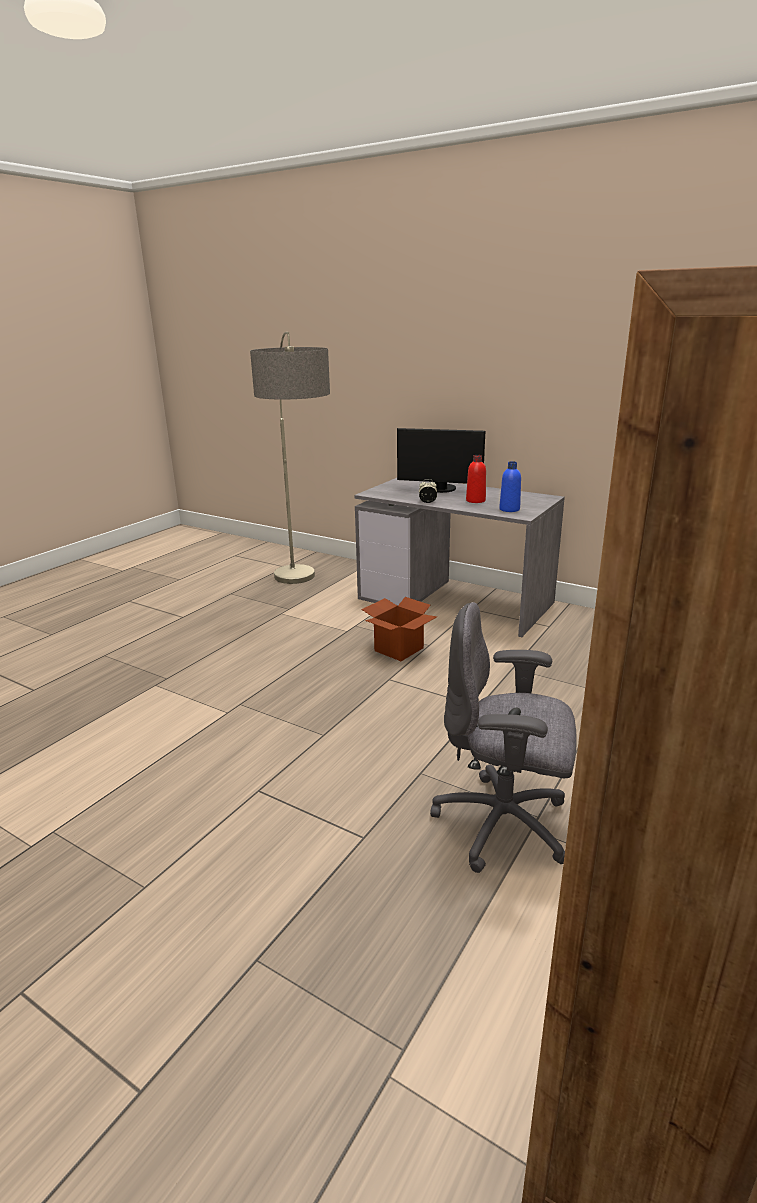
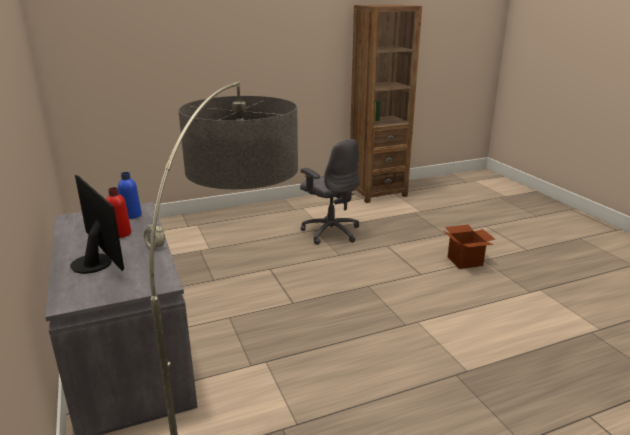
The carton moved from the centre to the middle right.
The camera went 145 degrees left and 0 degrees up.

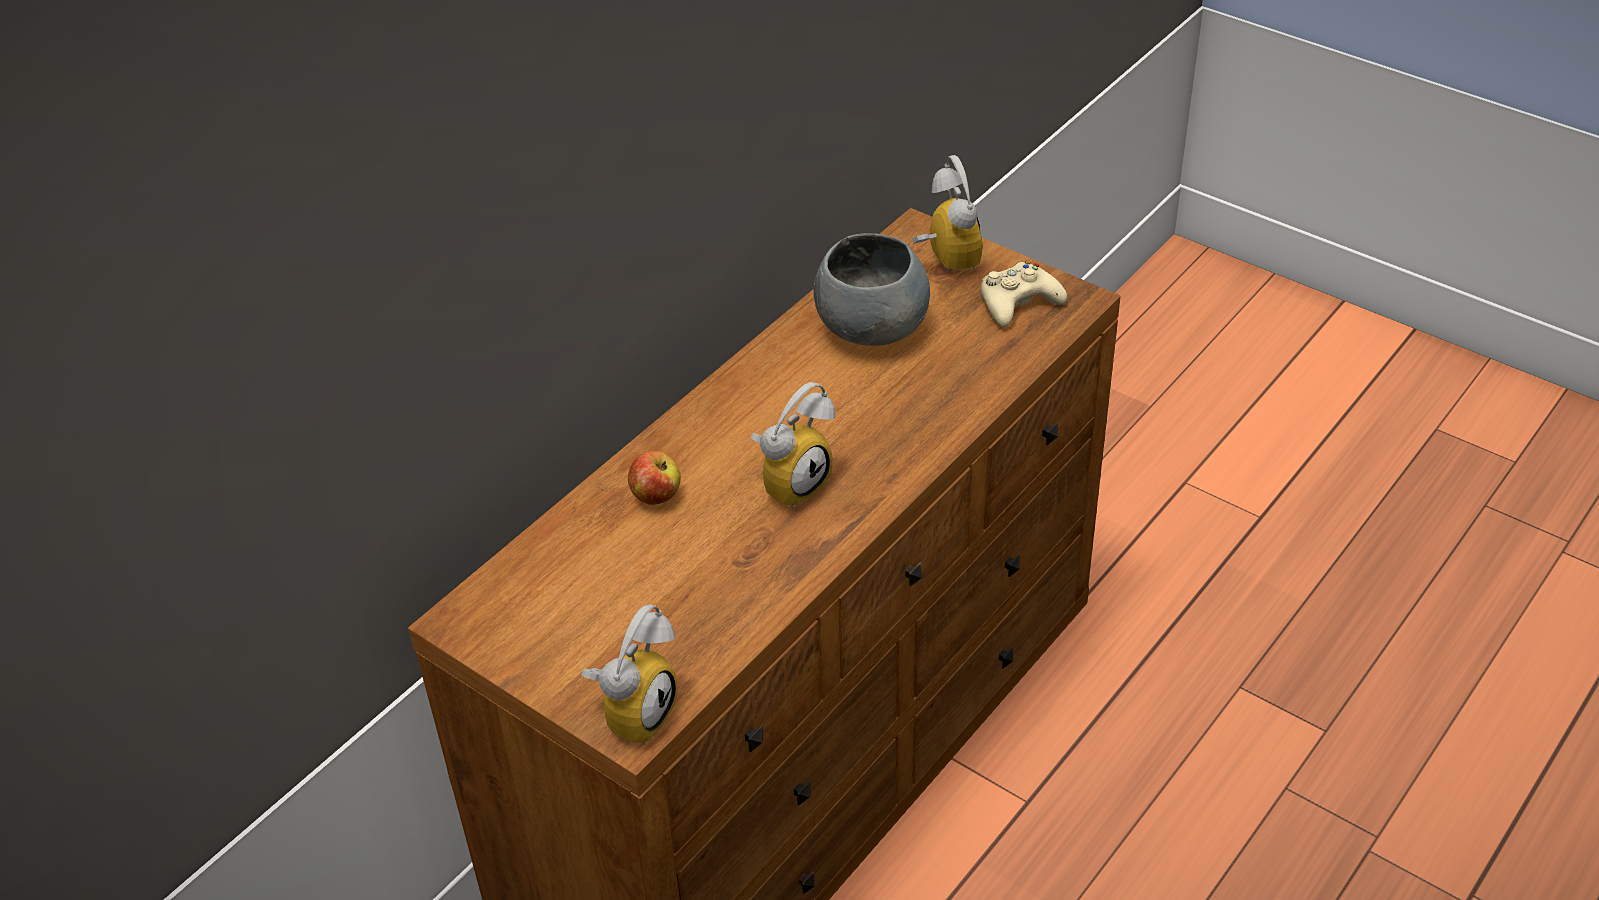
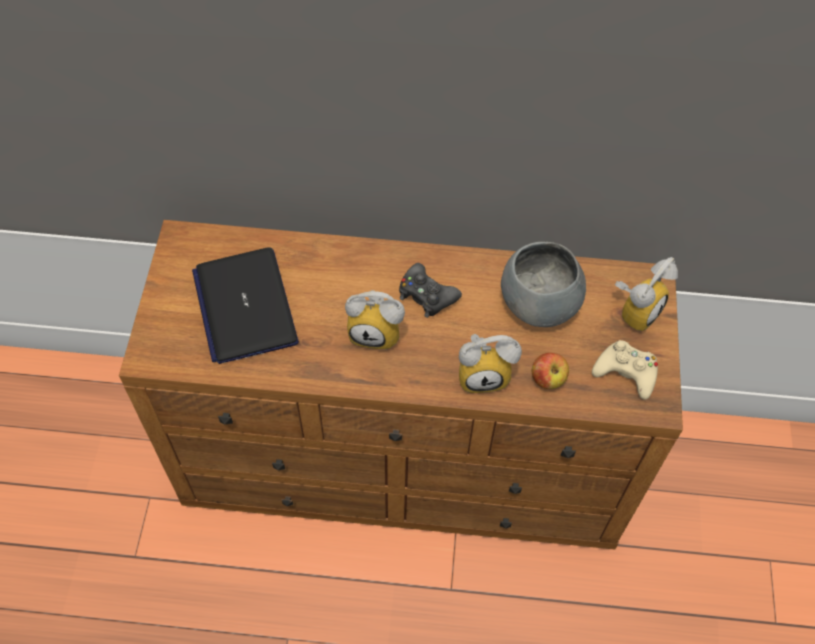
The pomme moved from the centre to the middle right.
The réveil (no. 1 from left in the first image) moved from the bottom centre to the centre.
The ordinateur portable at the middle left appeared.
The manette/noir at the centre appeared.
The camera went 55 degrees right and 15 degrees up.

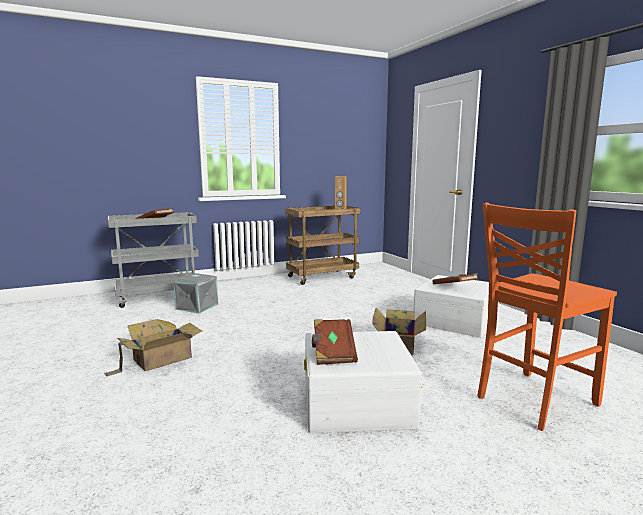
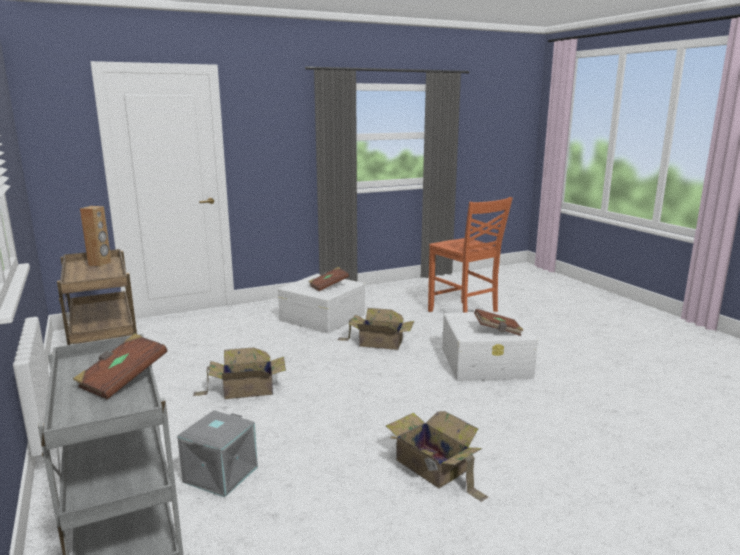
The carton (no. 1 from left) at the bottom left appeared.
The camera went 90 degrees left and 5 degrees up.

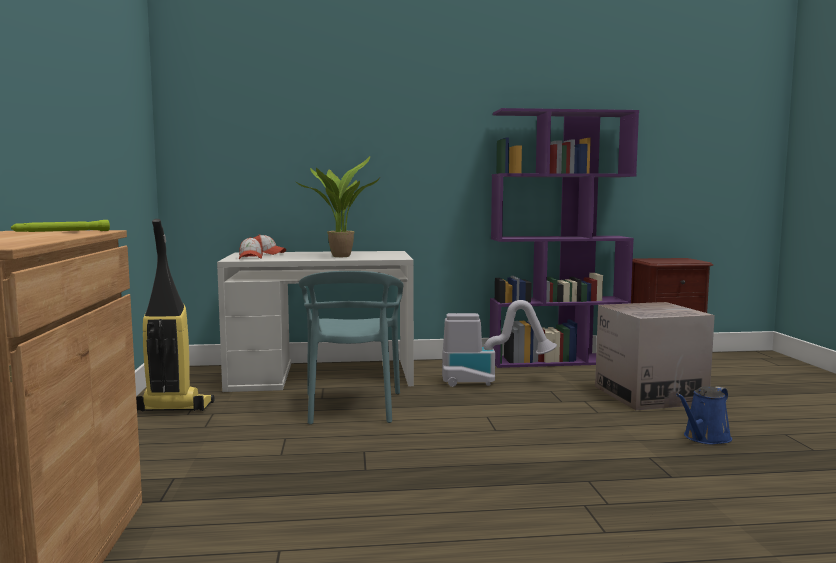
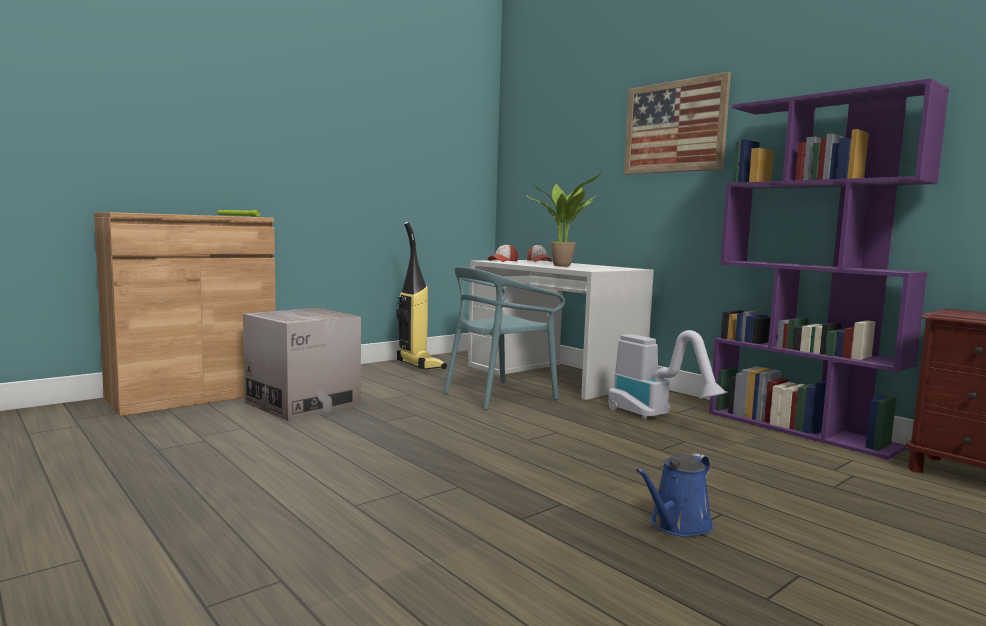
The carton moved from the middle right to the middle left.
The arrosoir/bleu at the bottom right turned 60 degrees counterclockwise.
The tableau at the top right appeared.
The camera went 55 degrees right and 0 degrees up.

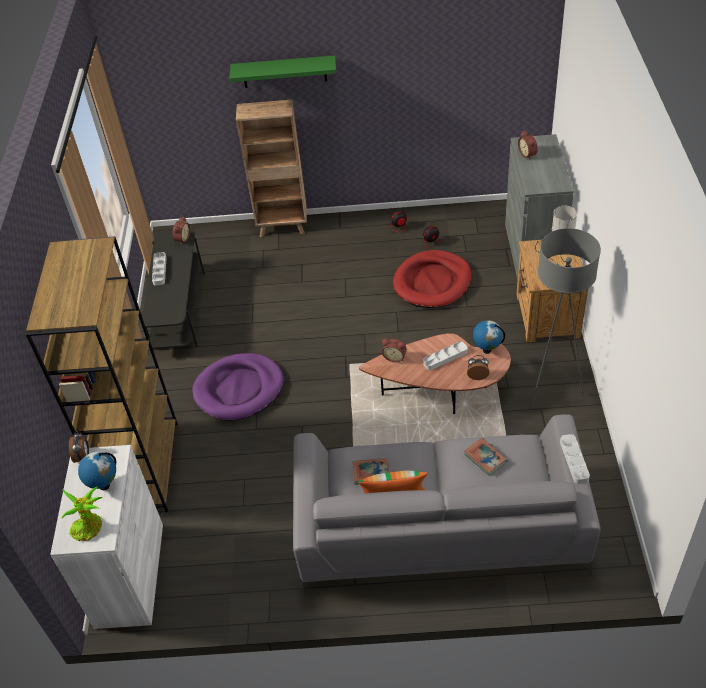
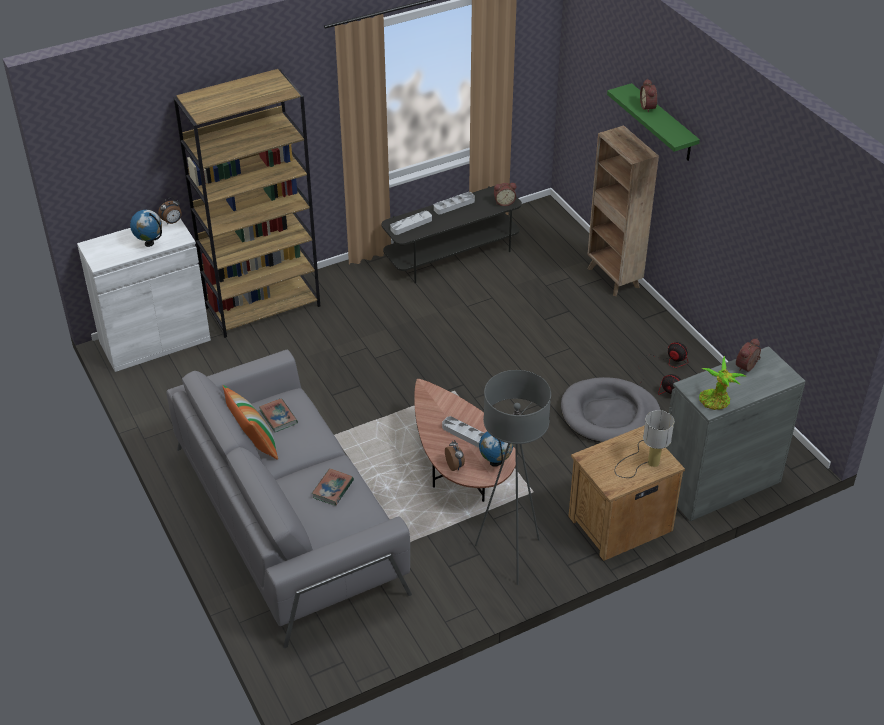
The panier pour chien/rouge at the centre became the panier pour chien/gris at the middle right.
The réveil (no. 3 from left in the first image) moved from the centre to the top right.
The panier pour chien/violet at the centre disappeared.
The plateau/gris (no. 3 from left in the first image) moved from the bottom right to the top centre.
The plante en pot moved from the bottom left to the middle right.
The camera went 60 degrees right and 5 degrees down.

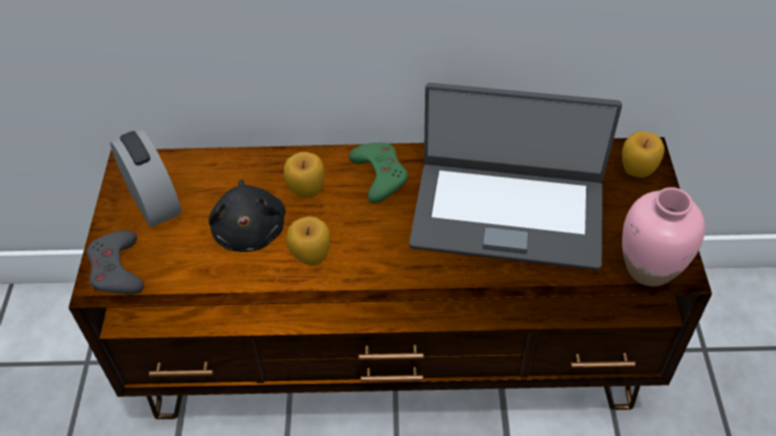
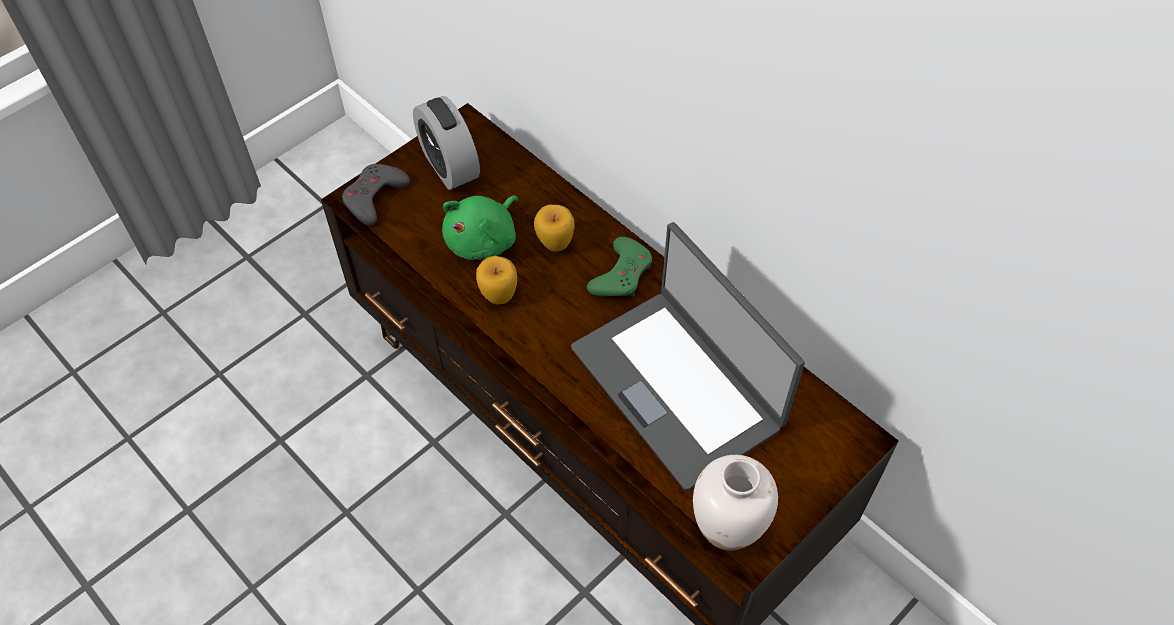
The réveil at the middle left turned 135 degrees clockwise.
The pomme (no. 3 from left) at the middle right disappeared.
The peluche/noir at the middle left became the peluche/vert at the centre.
The vase/rose at the middle right became the vase/blanc at the bottom centre.
The camera went 45 degrees right and 5 degrees up.

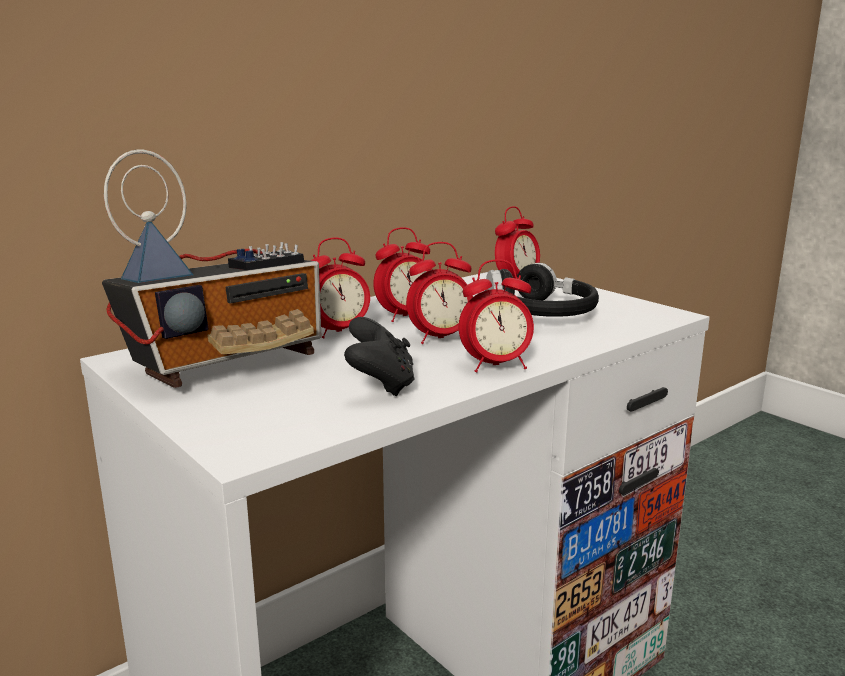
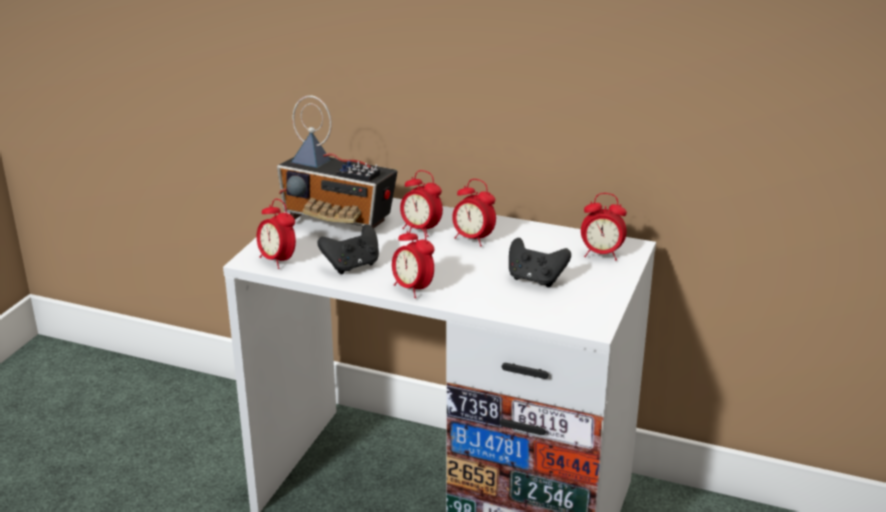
The réveil (no. 3 from left in the first image) moved from the centre to the middle left.
The casque audio/noir at the centre was replaced by the manette/noir (no. 2 from left) at the centre.
The camera went 60 degrees right and 10 degrees up.

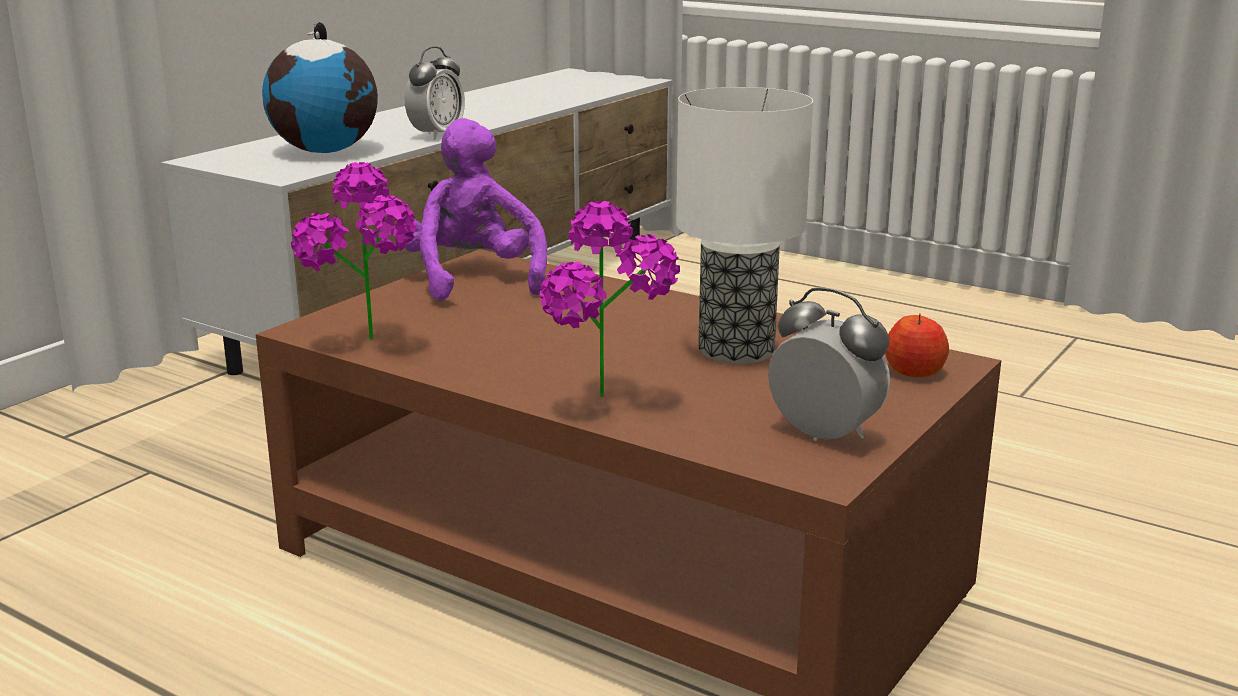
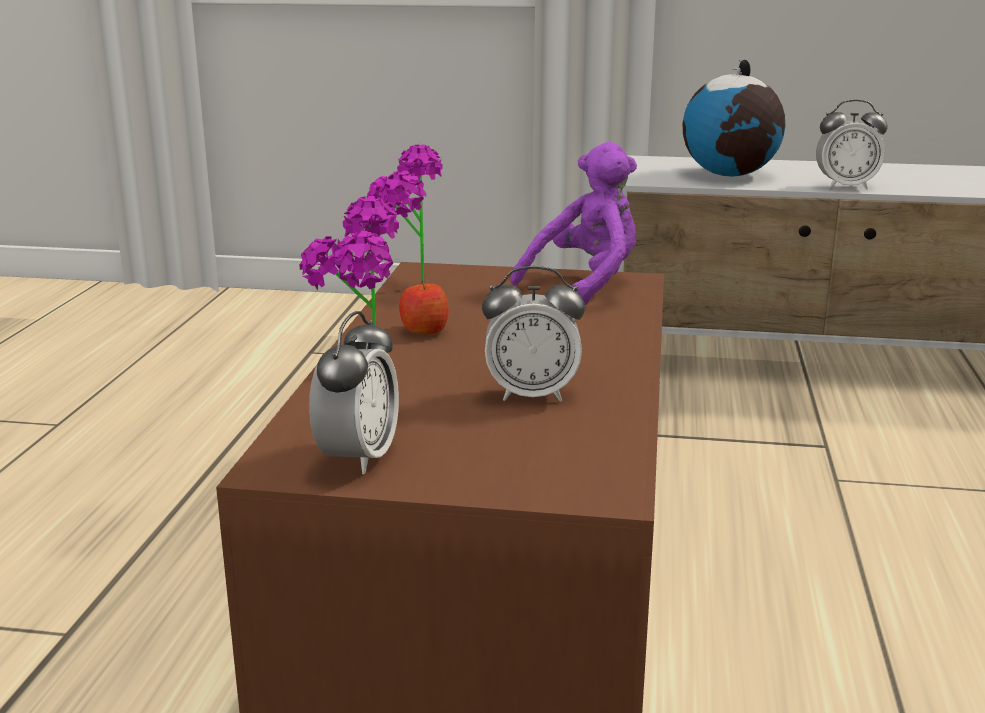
The lampe de table at the top centre was replaced by the réveil (no. 2 from left) at the centre.
The pomme moved from the middle right to the centre.
The camera went 65 degrees right and 0 degrees up.

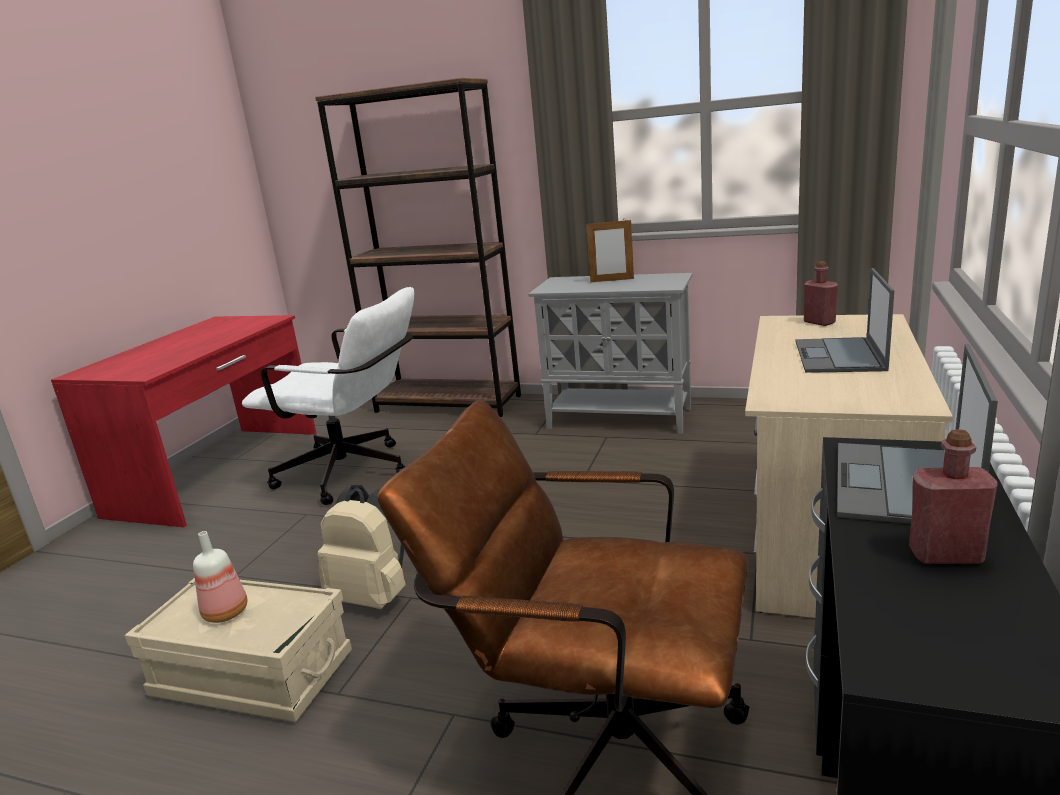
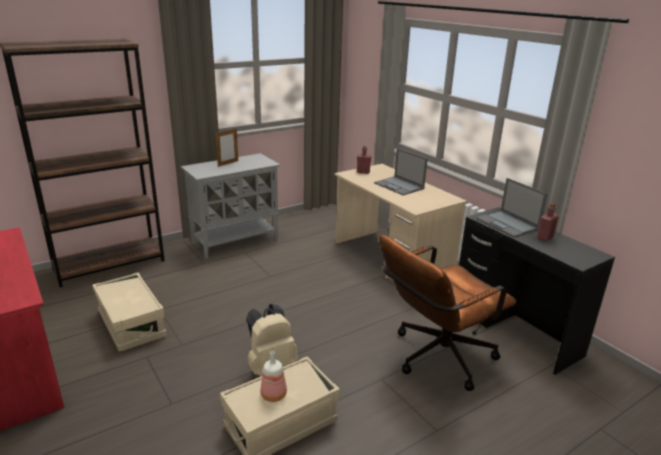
The chaise de bureau/blanc at the middle left was replaced by the boîte de rangement/beige (no. 1 from left) at the bottom left.
The camera went 55 degrees left and 5 degrees up.

